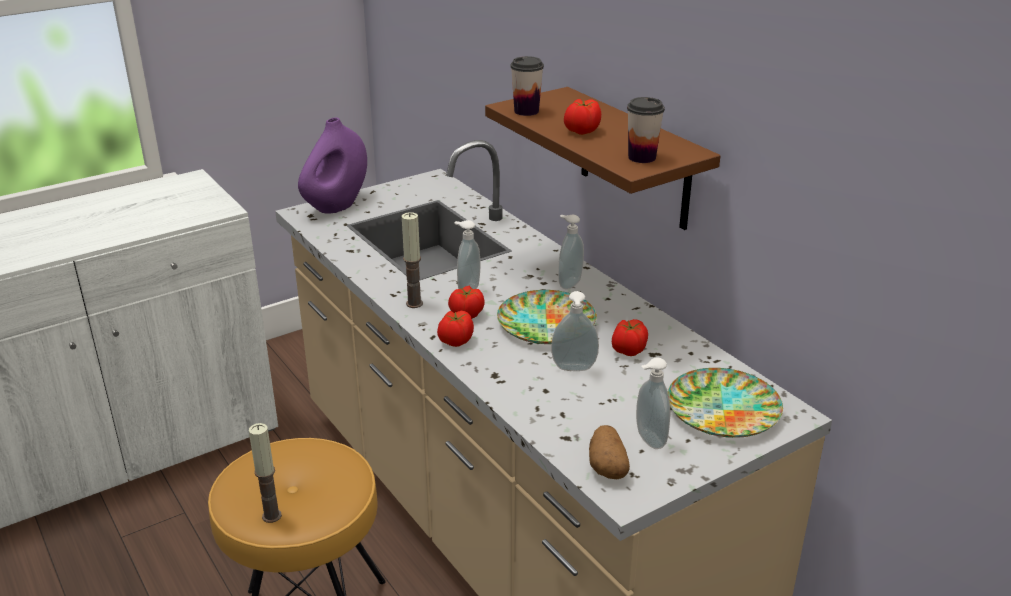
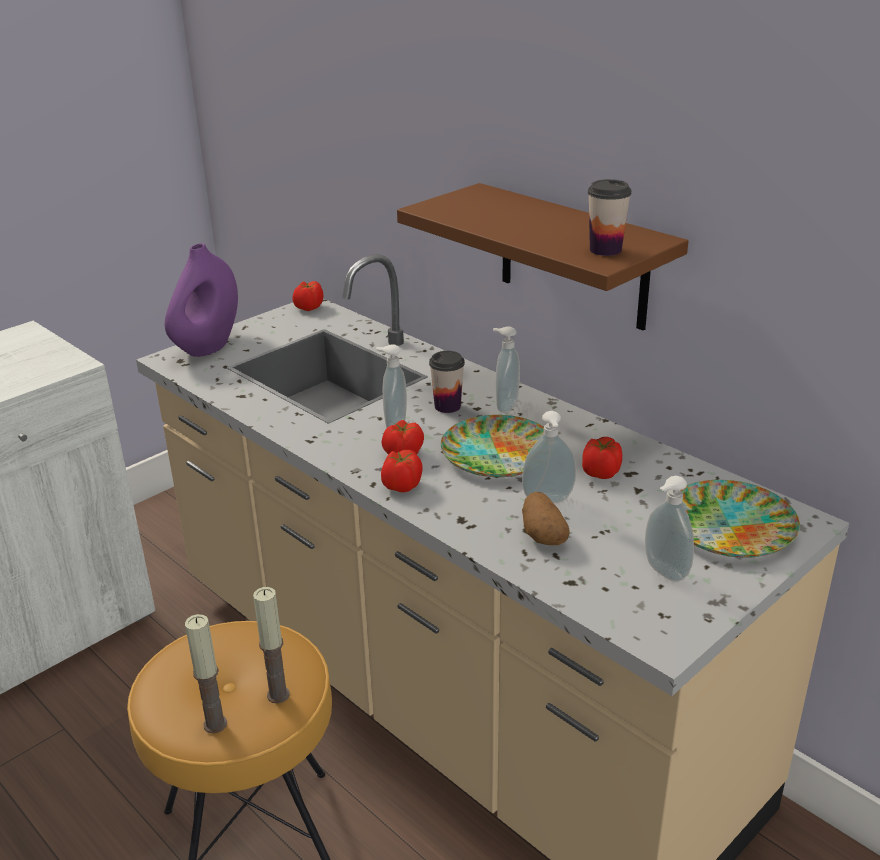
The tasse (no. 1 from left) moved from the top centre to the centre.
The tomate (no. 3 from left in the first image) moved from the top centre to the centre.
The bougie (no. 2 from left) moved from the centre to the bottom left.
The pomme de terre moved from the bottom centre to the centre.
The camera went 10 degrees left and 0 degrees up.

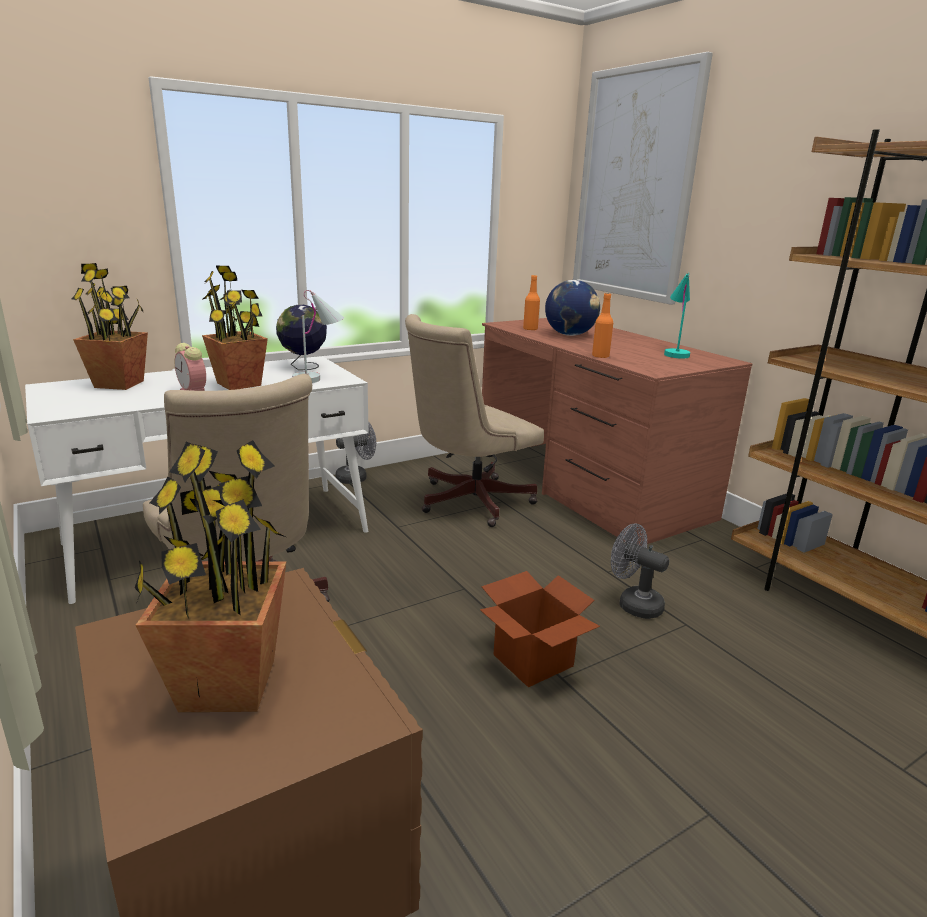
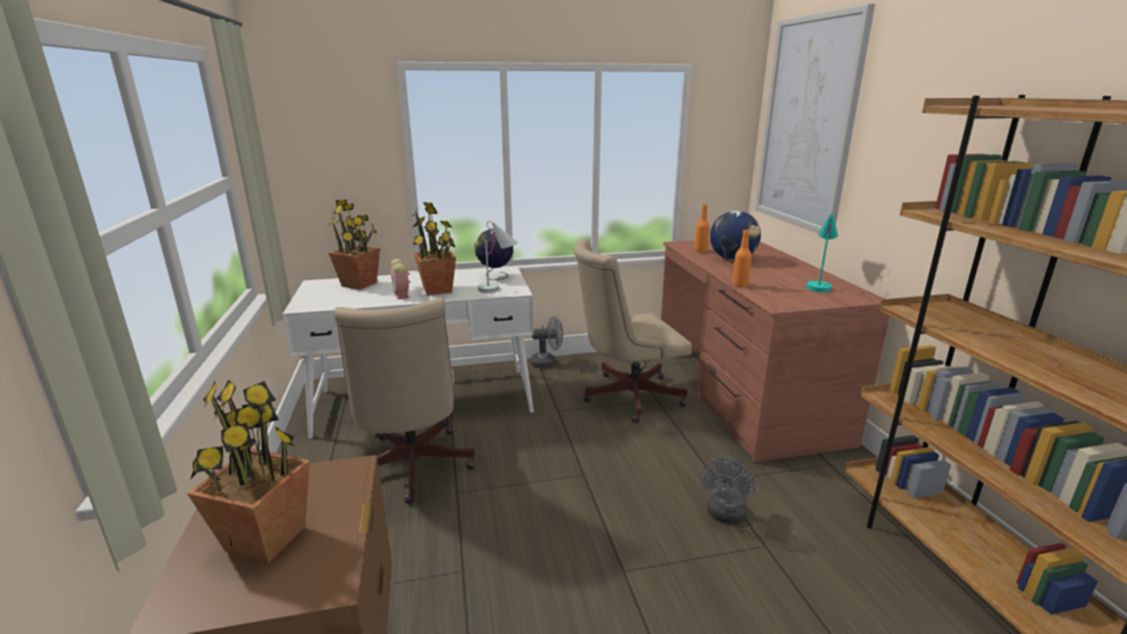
The ventilateur/gris (no. 2 from left) at the middle right turned 120 degrees counterclockwise.
The carton at the bottom centre disappeared.
The camera went 20 degrees right and 0 degrees up.

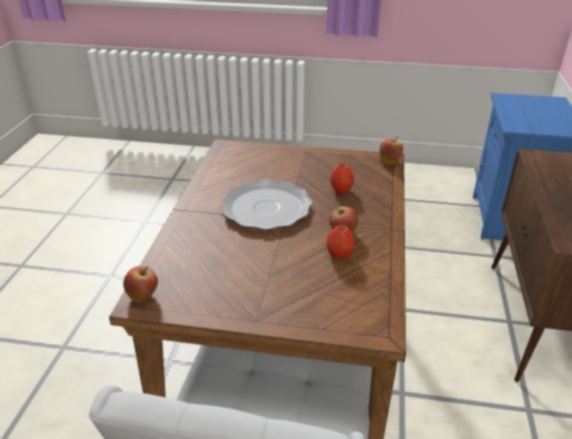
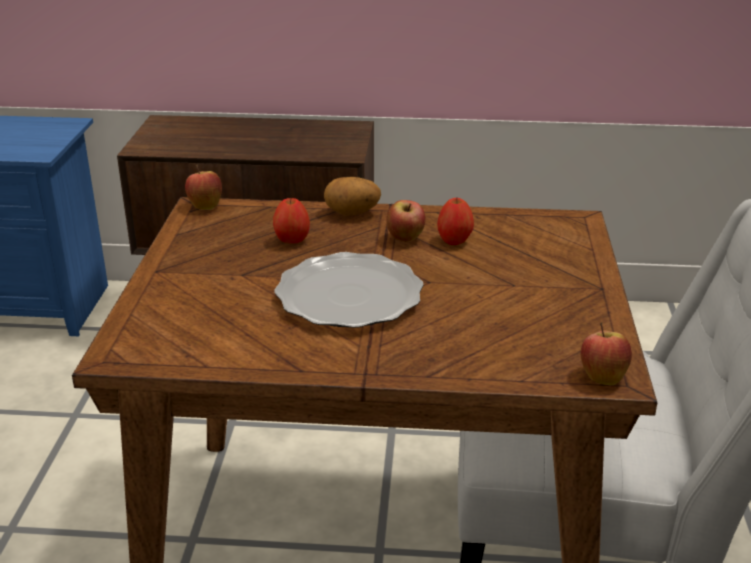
The pomme de terre at the centre appeared.
The camera went 95 degrees left and 5 degrees down.

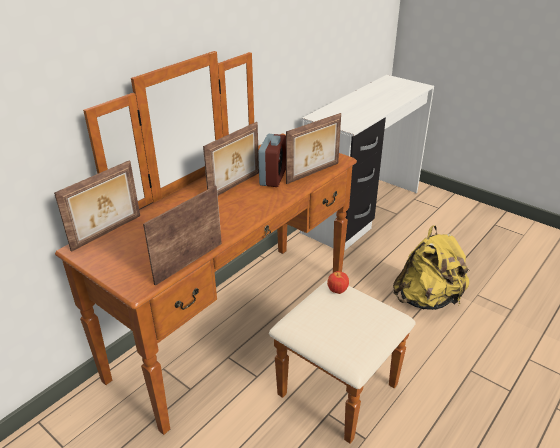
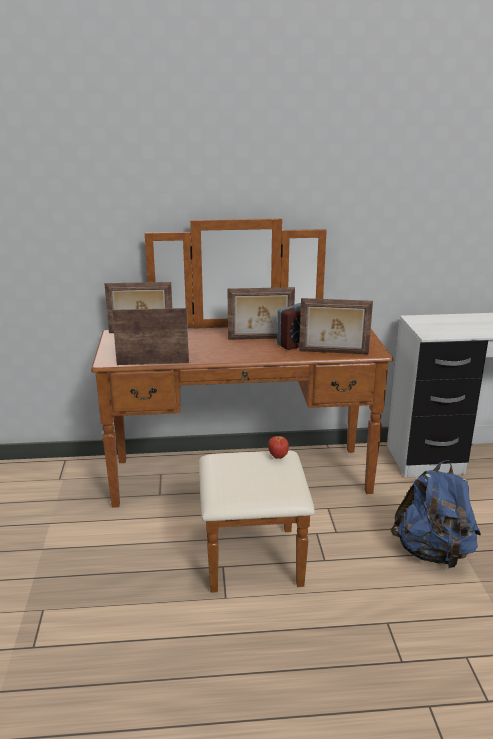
The sac à dos/jaune at the middle right became the sac à dos/bleu at the bottom right.
The camera went 45 degrees right and 10 degrees down.

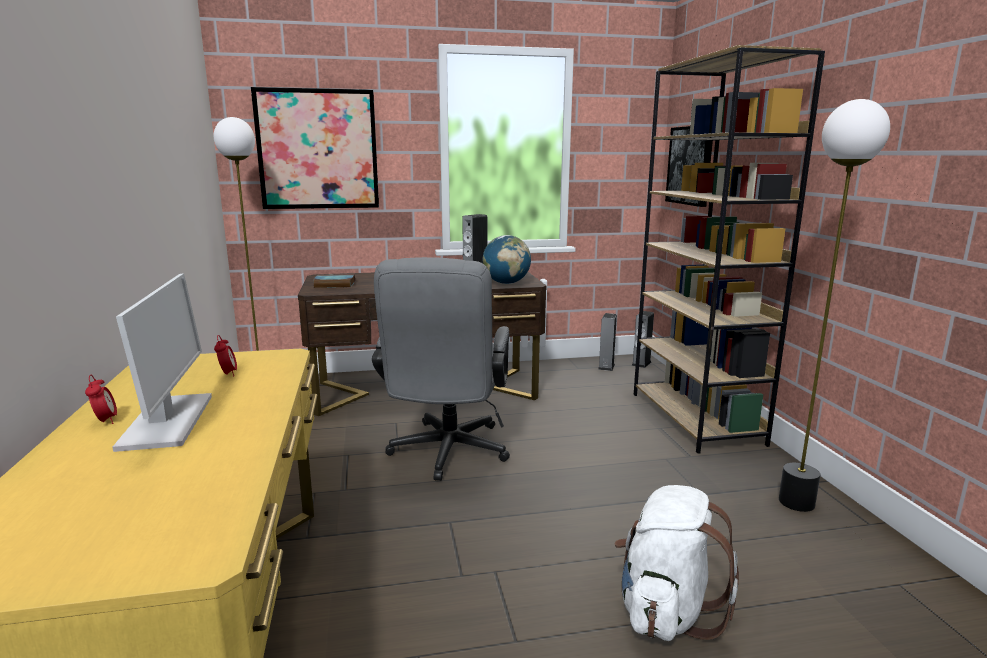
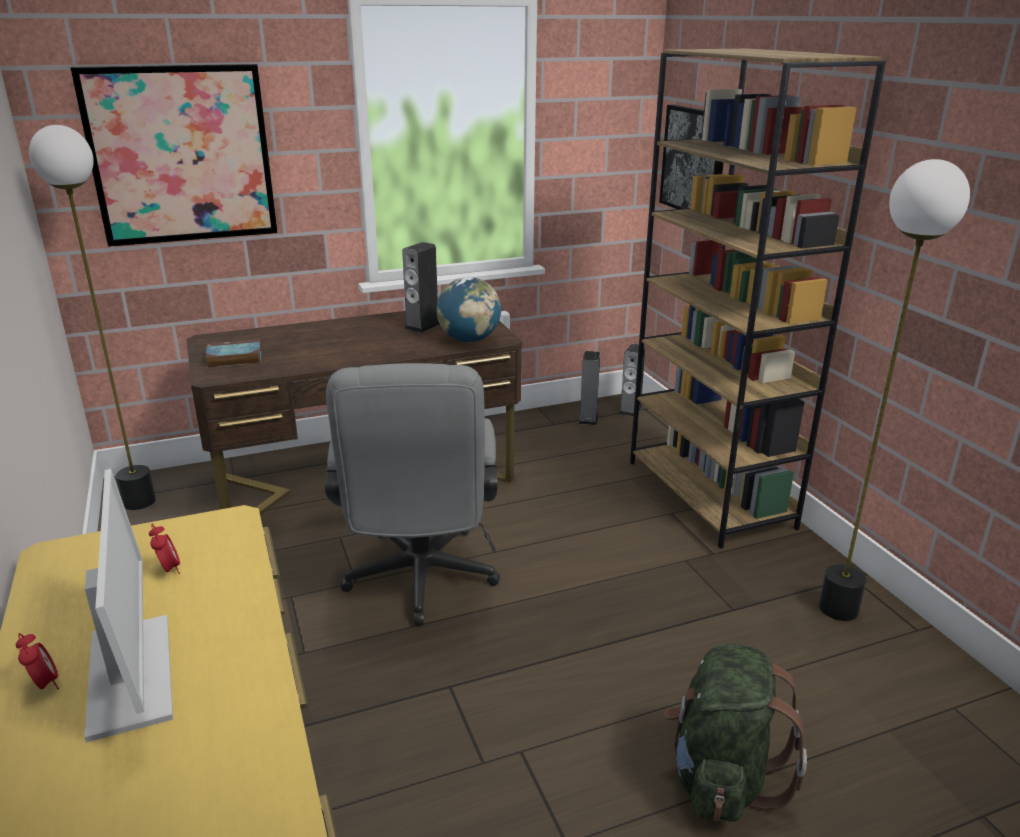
The sac à dos/blanc at the bottom right became the sac à dos/vert at the bottom right.
The camera went 10 degrees left and 10 degrees up.

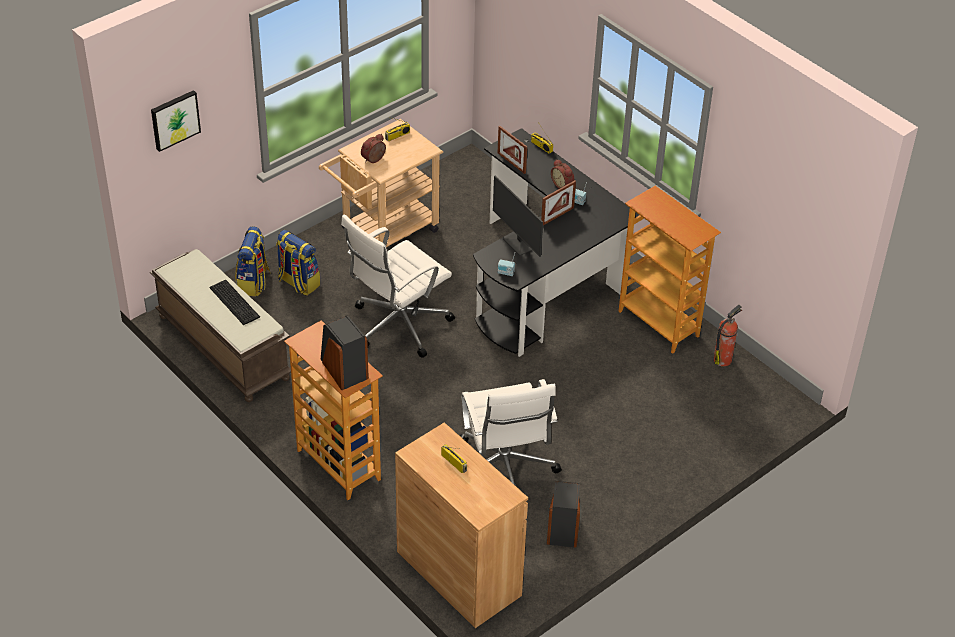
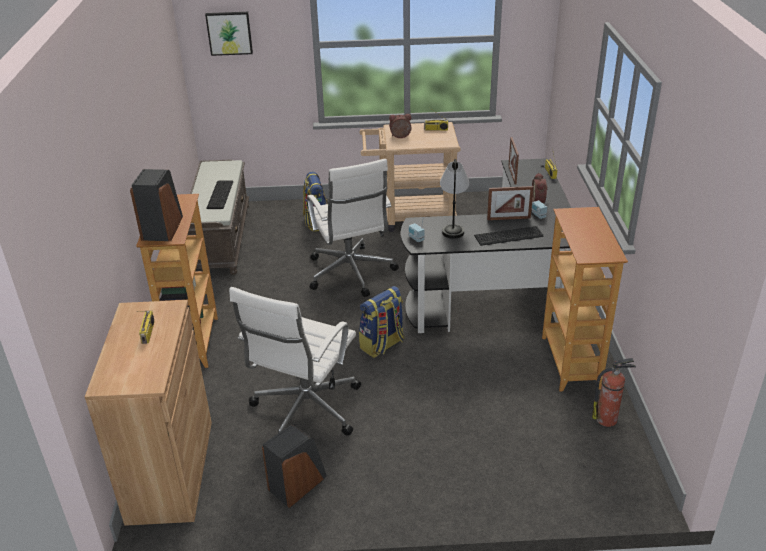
The écran d'ordinateur at the centre was replaced by the lampe de table at the centre.
The chaise de bureau/blanc (no. 1 from left in the first image) at the centre turned 105 degrees counterclockwise.
The sac à dos (no. 1 from left in the first image) moved from the middle left to the centre.
The clavier (no. 2 from left) at the centre appeared.
The camera went 40 degrees right and 10 degrees down.

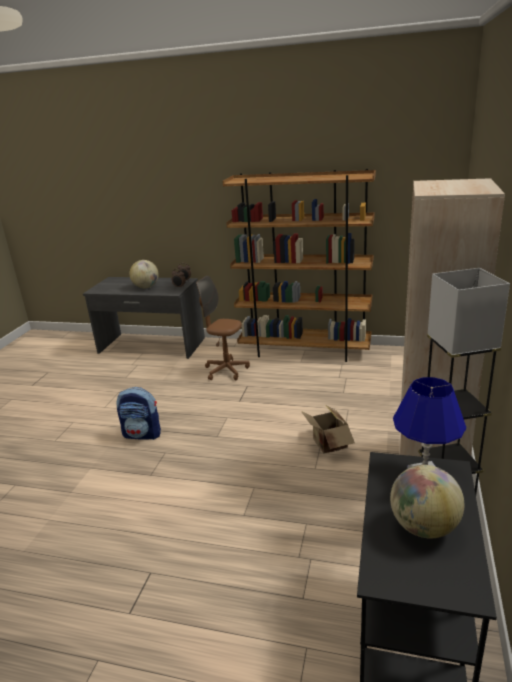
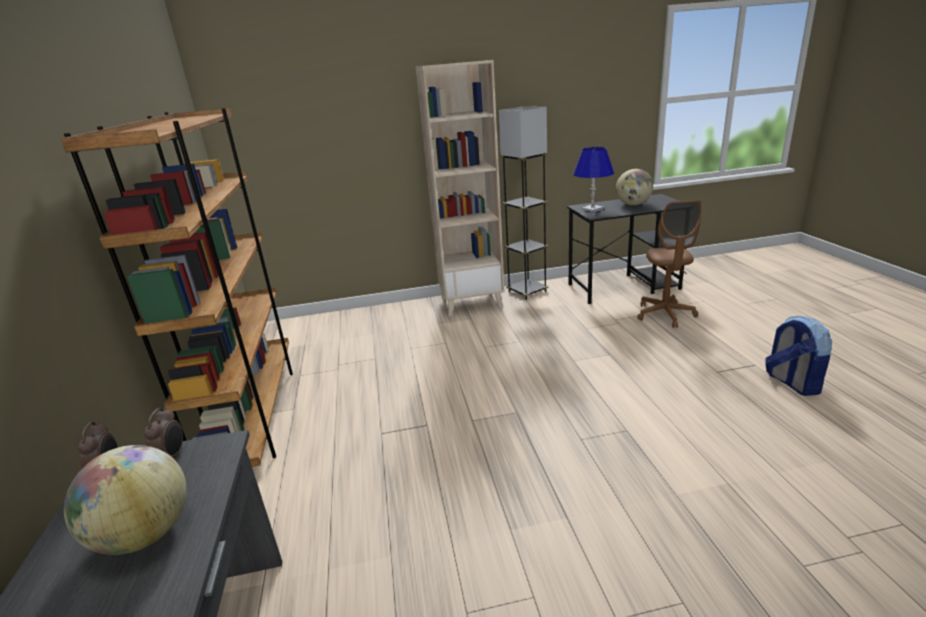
The chaise de bureau/marron moved from the centre to the middle right.
The sac à dos moved from the middle left to the middle right.
The carton at the centre disappeared.
The camera went 115 degrees left and 0 degrees up.

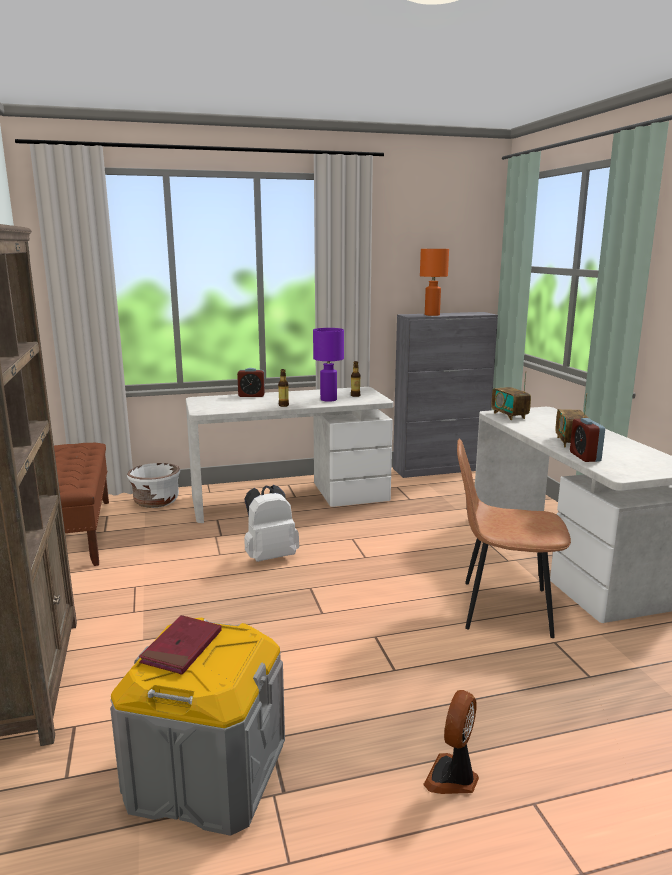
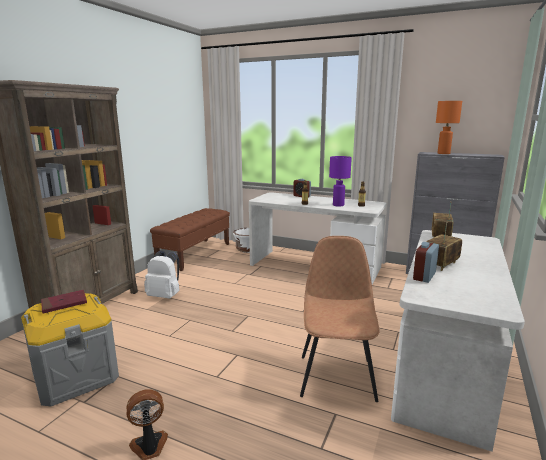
The chaise/marron at the middle right turned 45 degrees clockwise.
The sac à dos/blanc moved from the centre to the middle left.
The camera went 40 degrees right and 0 degrees up.

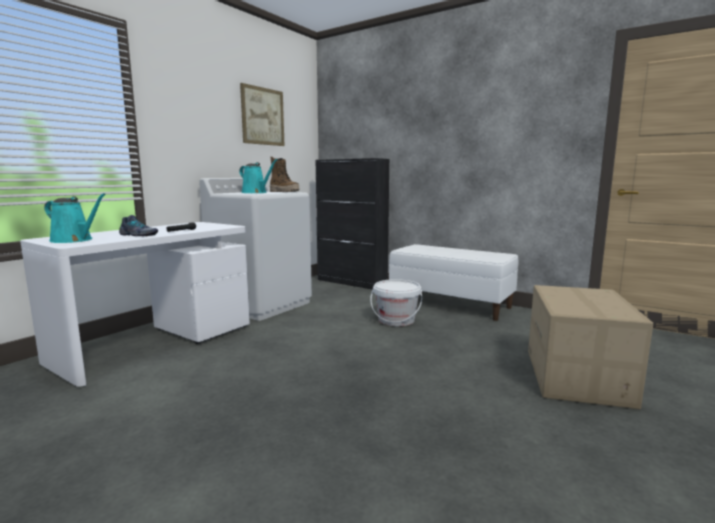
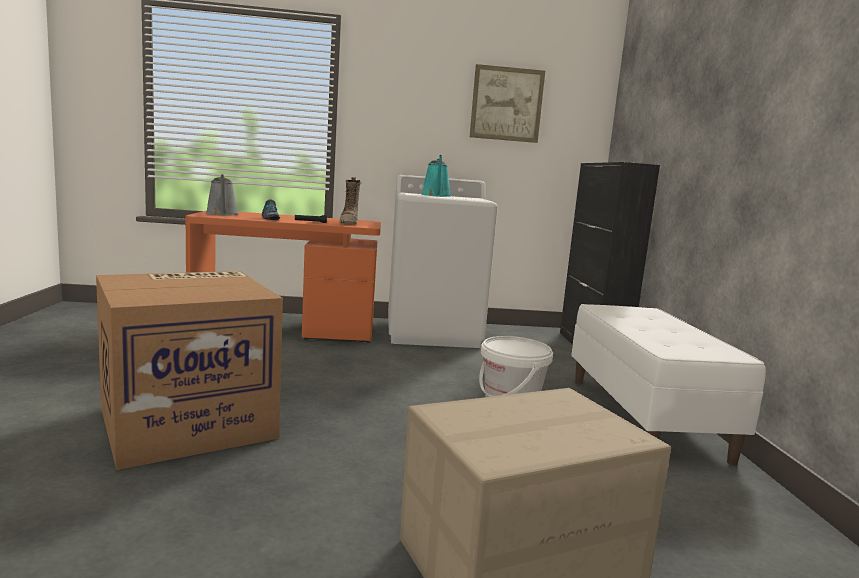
The botte moved from the top centre to the centre.
The arrosoir/turquoise (no. 1 from left) at the middle left became the arrosoir/gris at the middle left.
The bureau/blanc at the middle left became the bureau/orange at the middle left.
The carton (no. 1 from left) at the middle left appeared.
The camera went 50 degrees right and 0 degrees up.

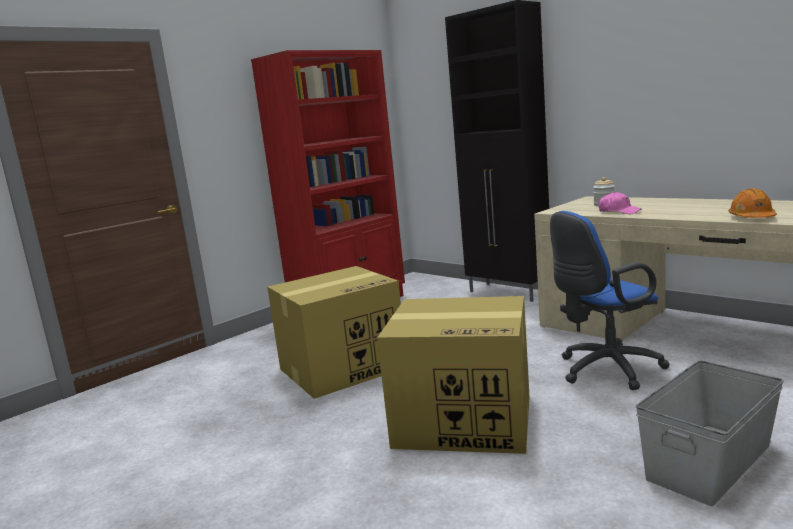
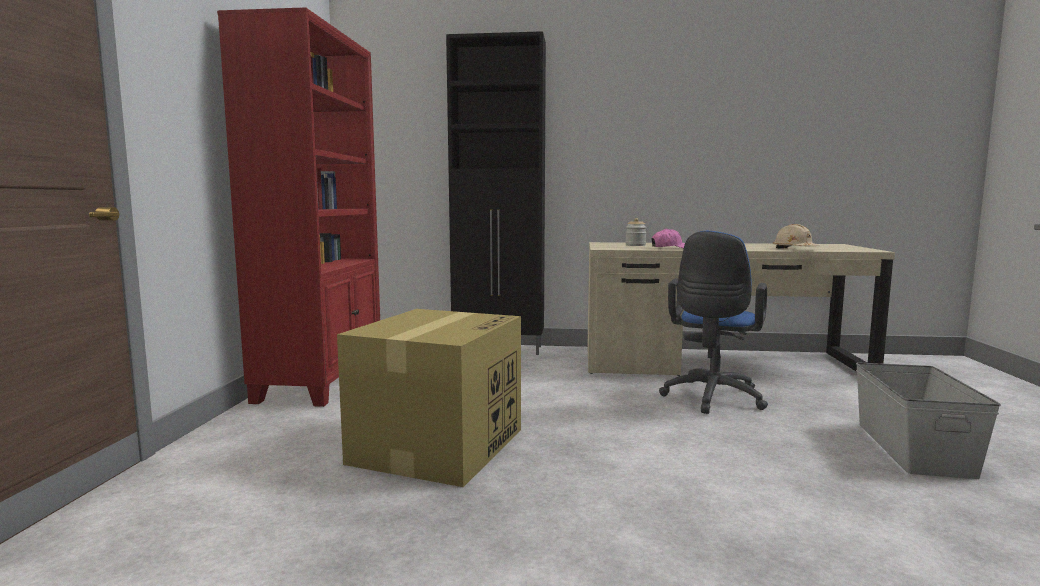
The casque de chantier/orange at the middle right became the casque de chantier/beige at the middle right.
The carton (no. 2 from left) at the bottom centre disappeared.
The camera went 40 degrees left and 5 degrees down.

